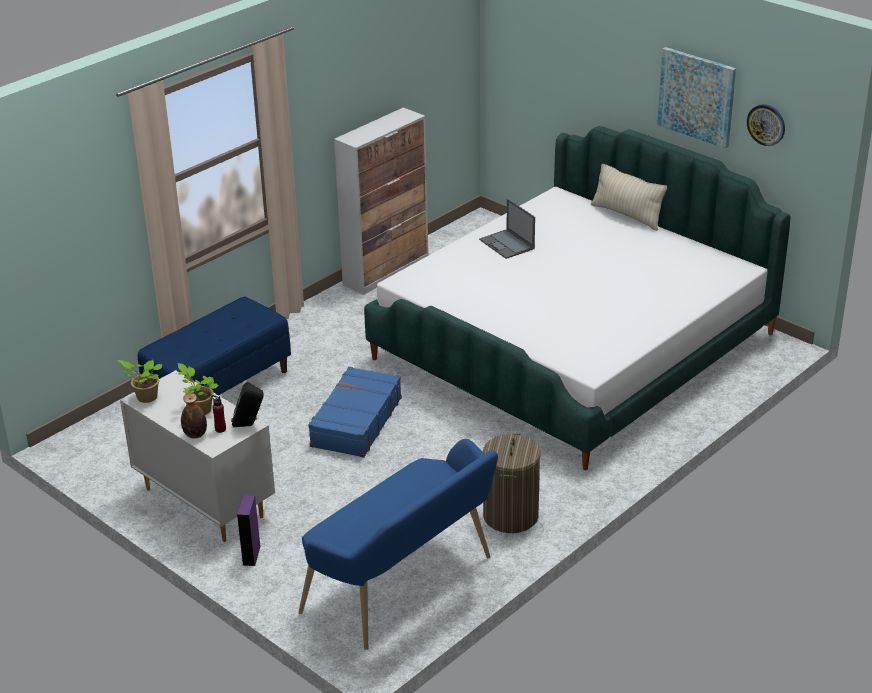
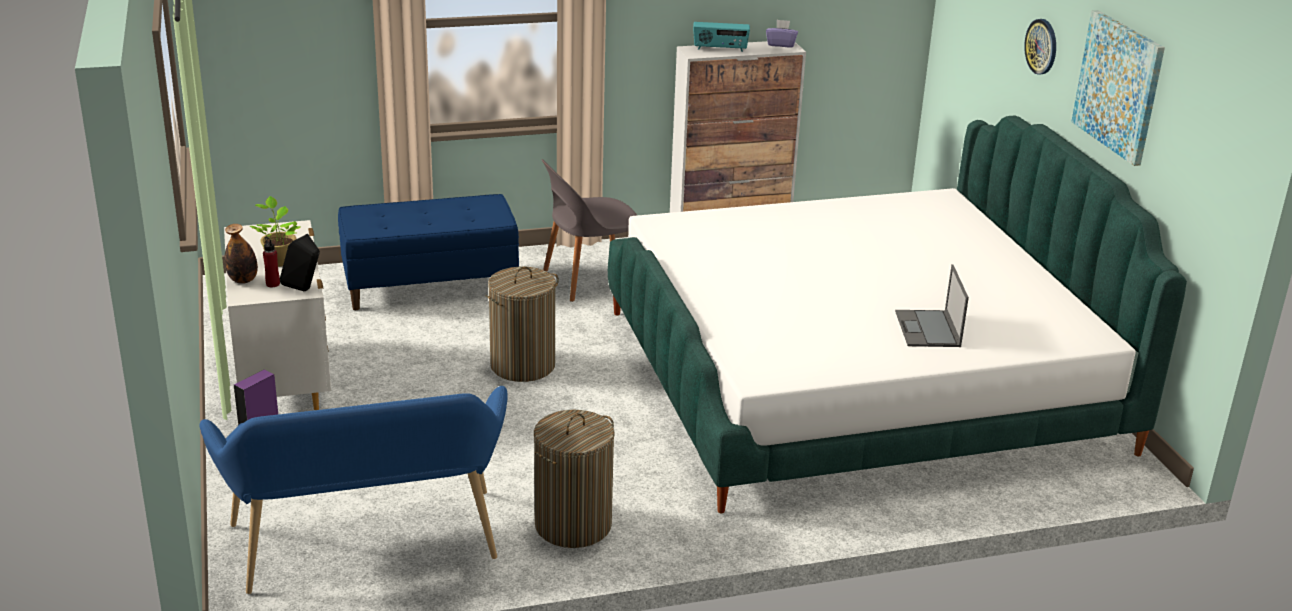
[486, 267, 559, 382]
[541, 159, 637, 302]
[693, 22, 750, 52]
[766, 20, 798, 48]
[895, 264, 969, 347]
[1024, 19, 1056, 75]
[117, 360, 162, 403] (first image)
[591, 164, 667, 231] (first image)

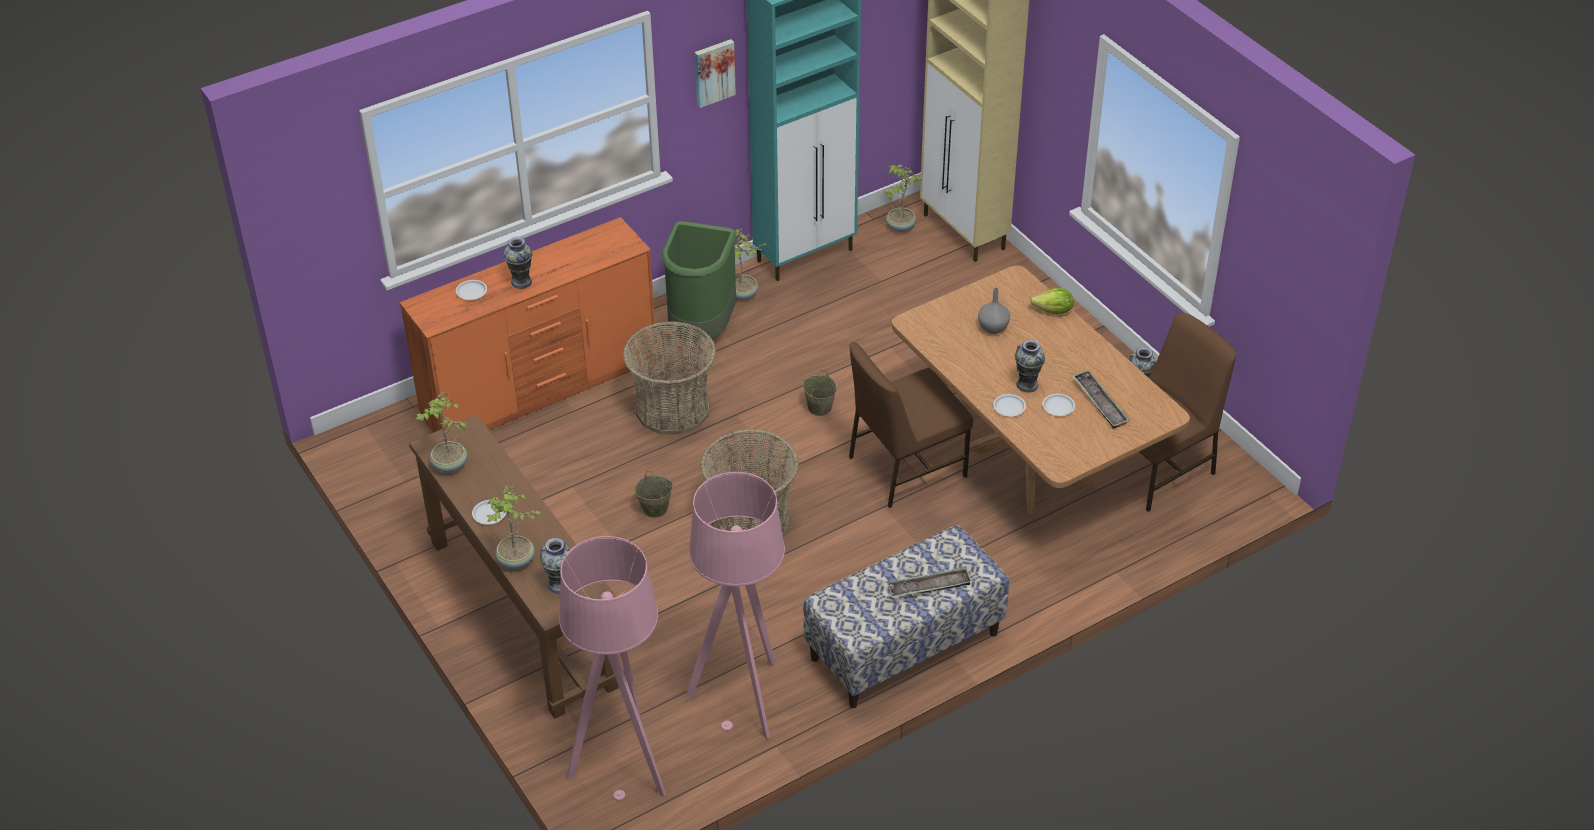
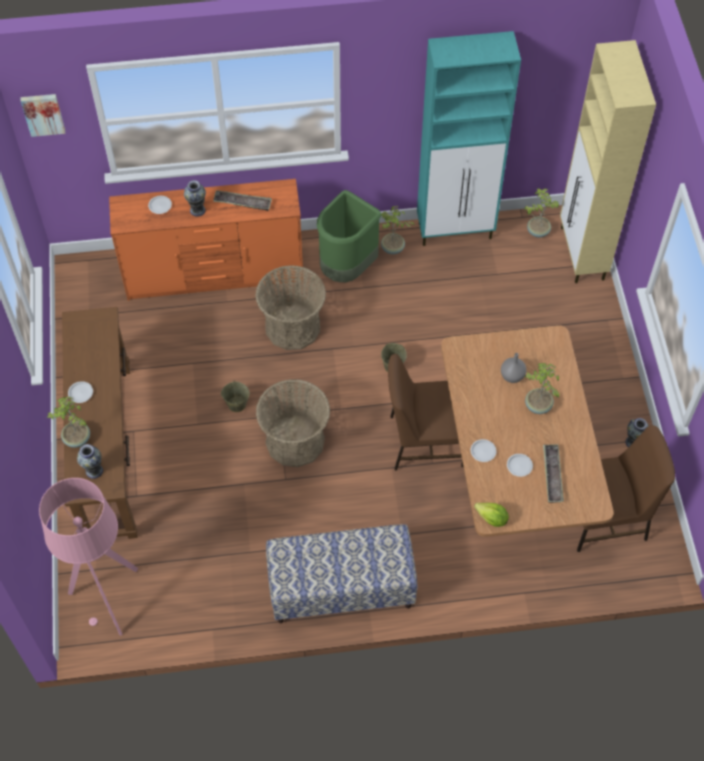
[20, 94, 65, 137]
[213, 190, 272, 211]
[474, 503, 509, 527]
[524, 363, 559, 414]
[686, 472, 785, 738] (first image)
[1015, 339, 1045, 392] (first image)

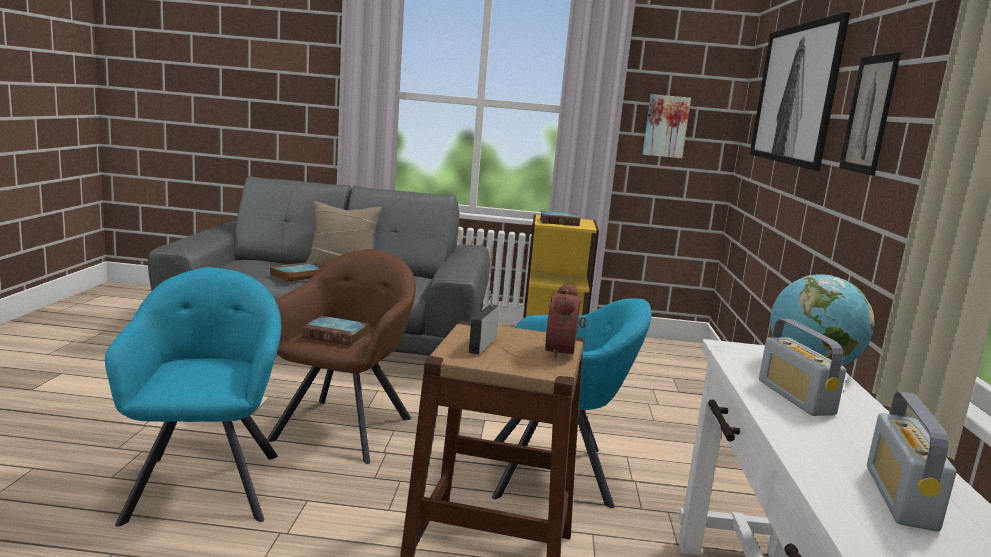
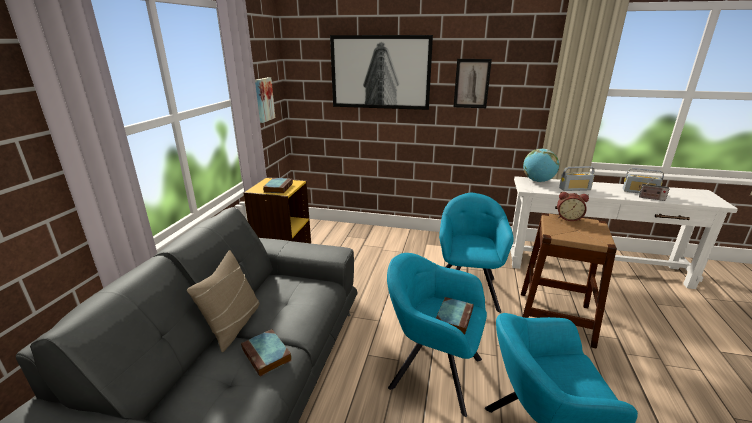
[387, 253, 487, 417]
[639, 179, 670, 201]

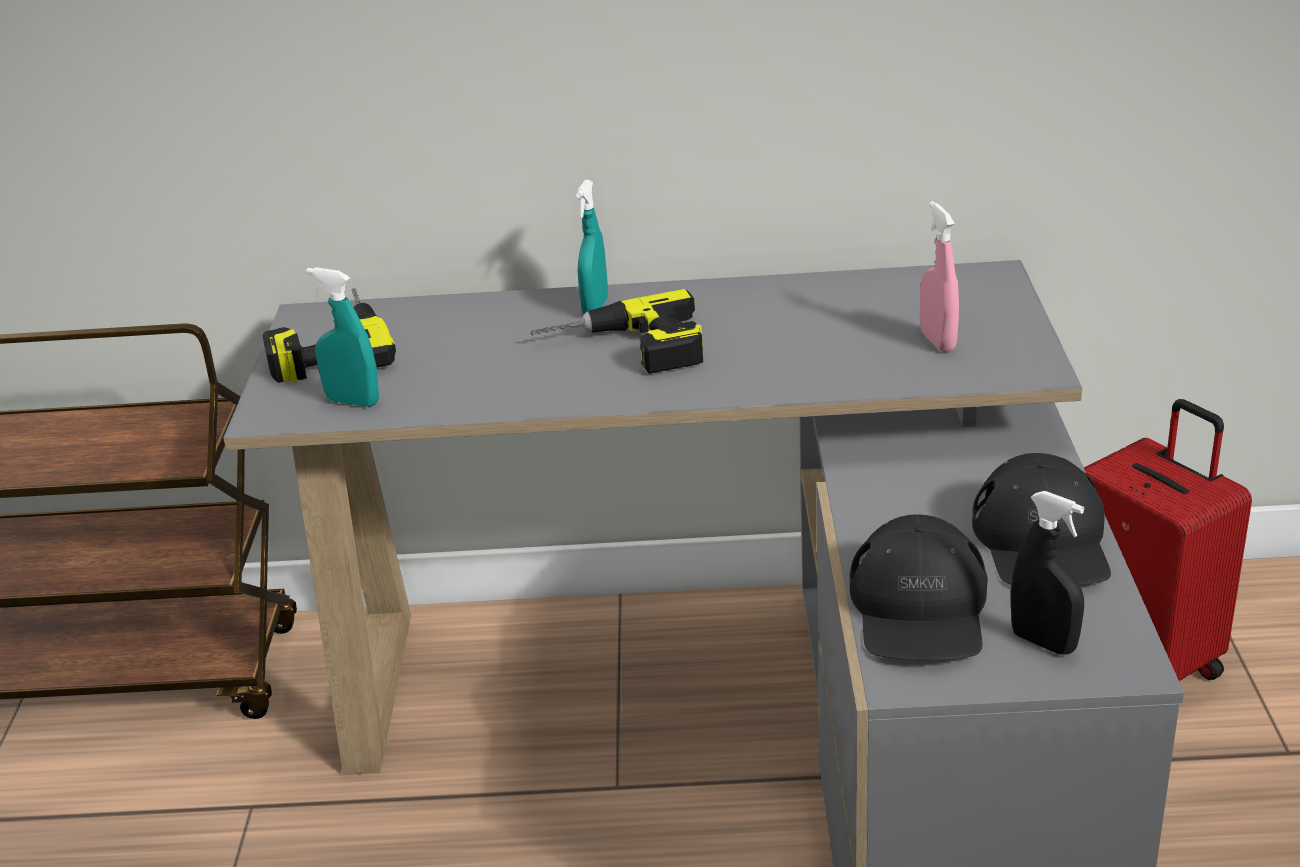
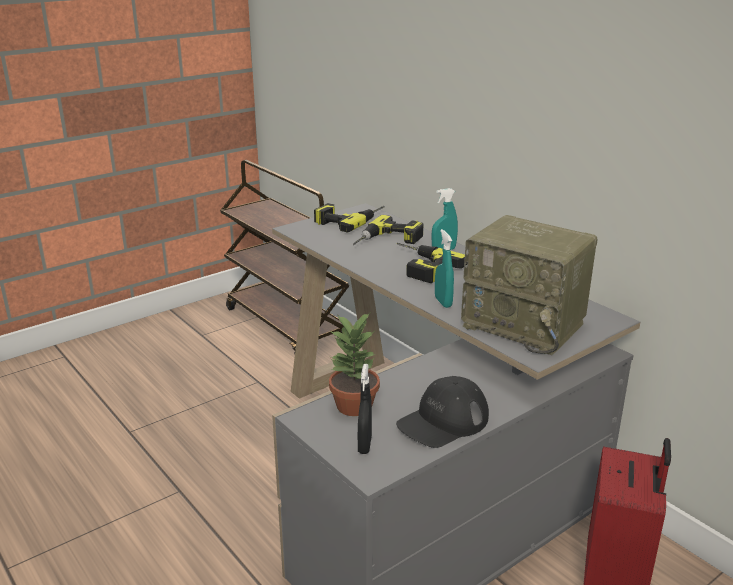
[329, 313, 380, 416]
[353, 215, 423, 245]
[435, 229, 454, 308]
[461, 215, 597, 355]

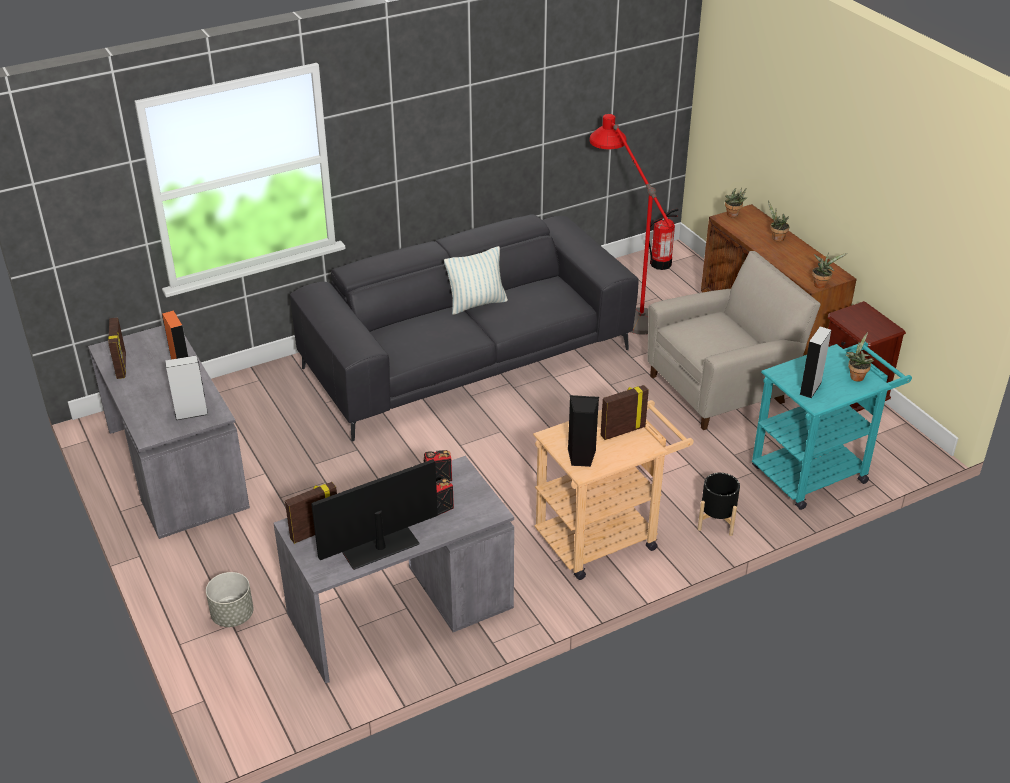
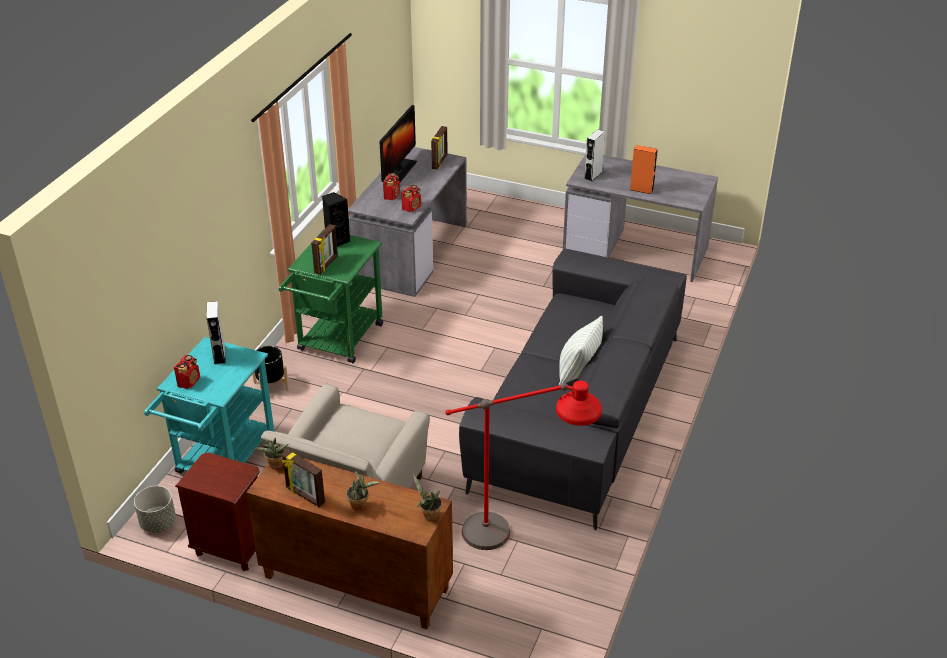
[134, 486, 176, 533]
[174, 355, 200, 389]
[279, 229, 383, 363]
[281, 450, 325, 507]
[649, 209, 679, 270] (first image)

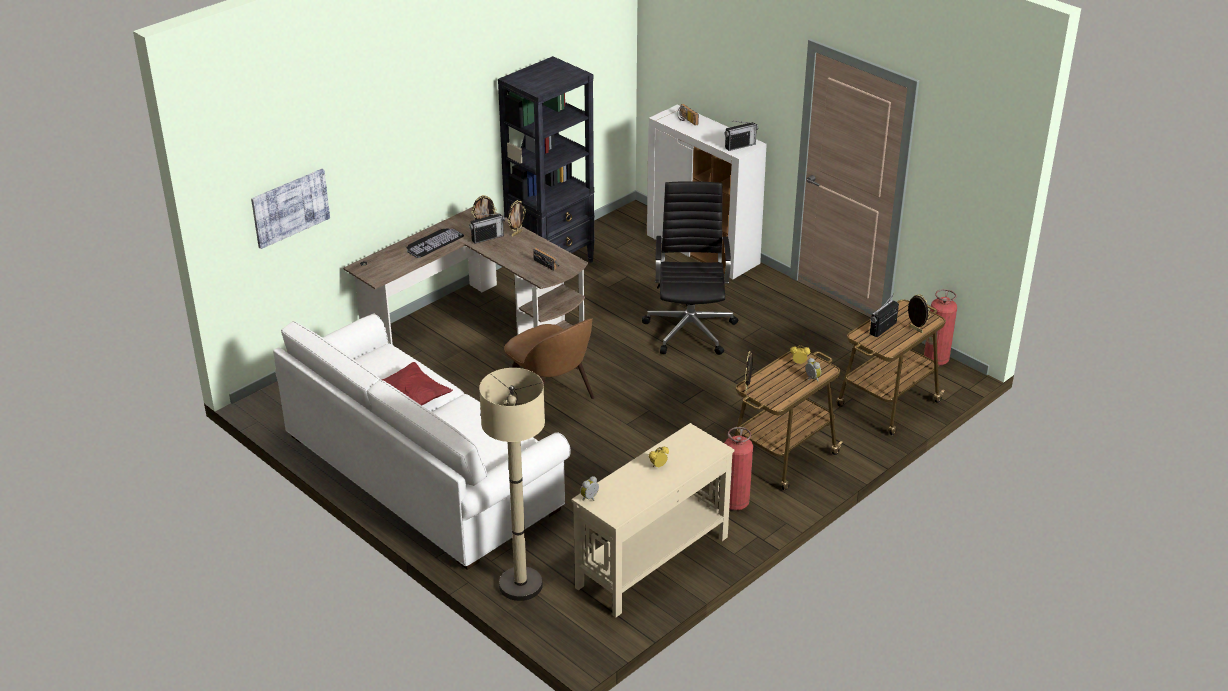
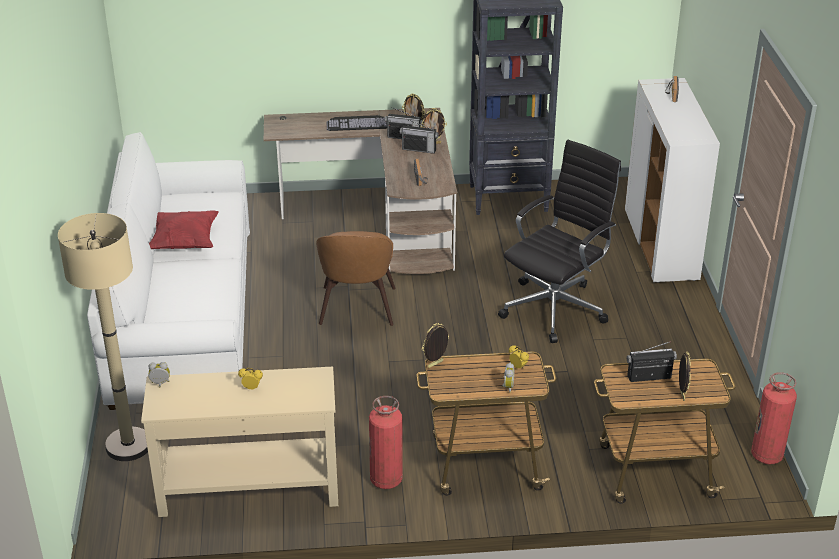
[400, 119, 439, 154]
[251, 169, 330, 249] (first image)

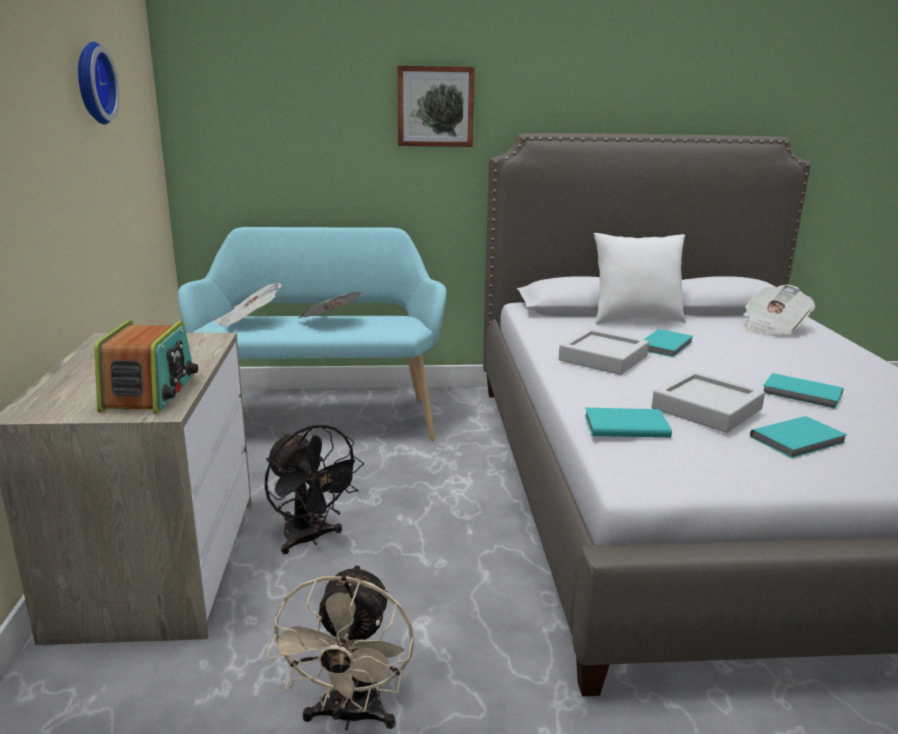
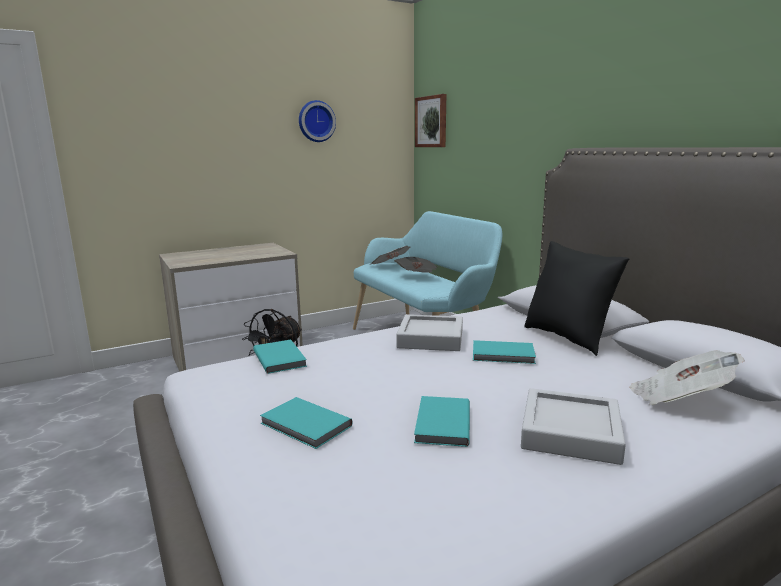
[415, 94, 446, 147]
[521, 388, 626, 465]
[524, 241, 629, 356]
[94, 320, 198, 414] (first image)
[266, 564, 414, 730] (first image)

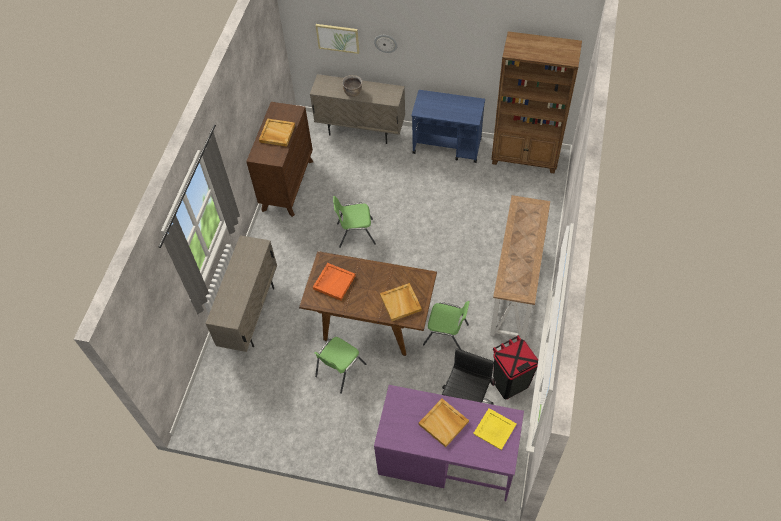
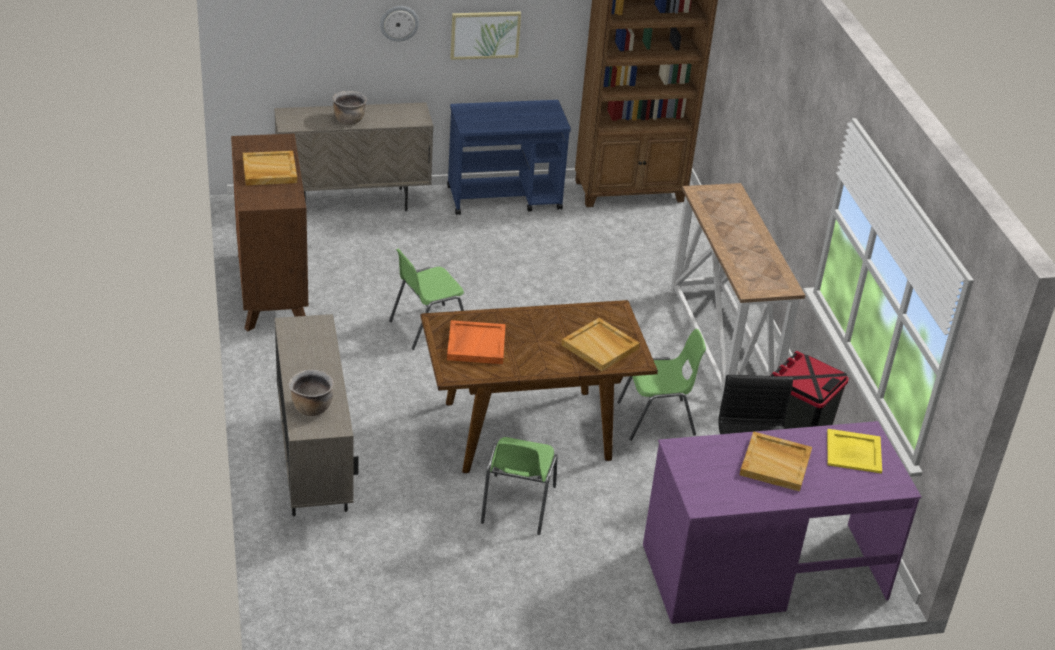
[289, 370, 334, 416]
[450, 12, 521, 60]

